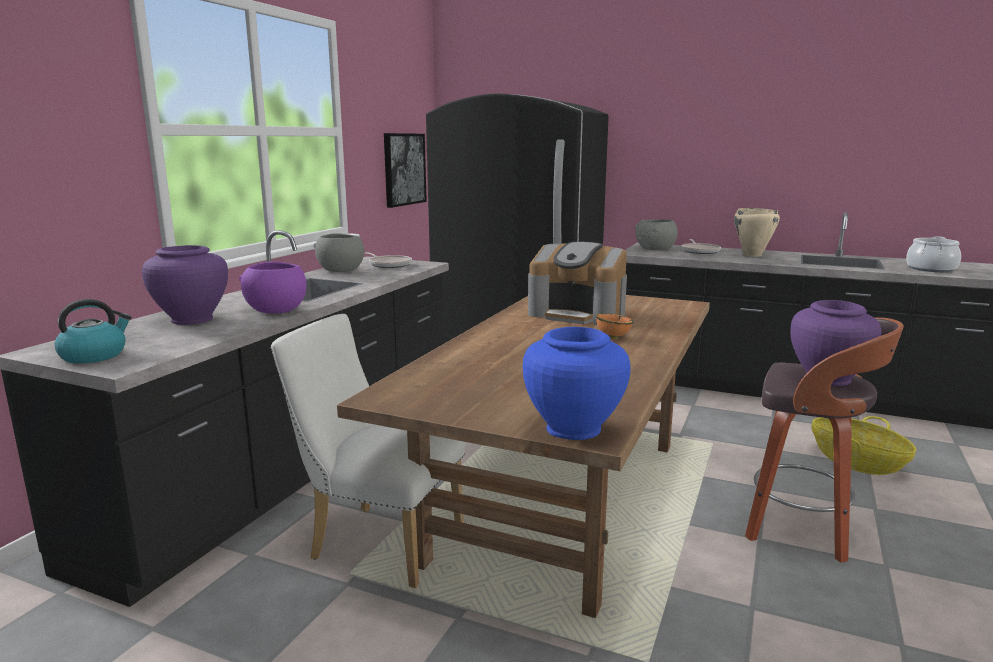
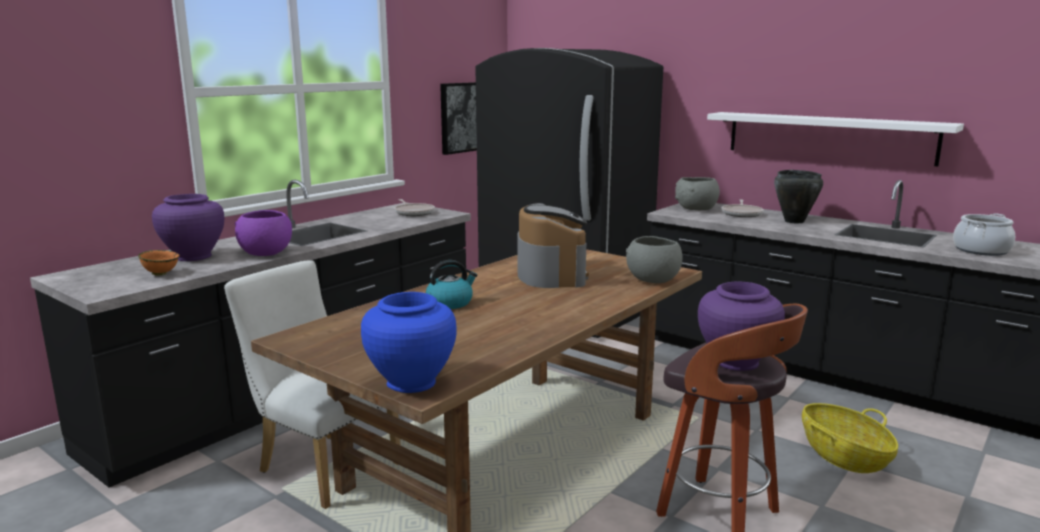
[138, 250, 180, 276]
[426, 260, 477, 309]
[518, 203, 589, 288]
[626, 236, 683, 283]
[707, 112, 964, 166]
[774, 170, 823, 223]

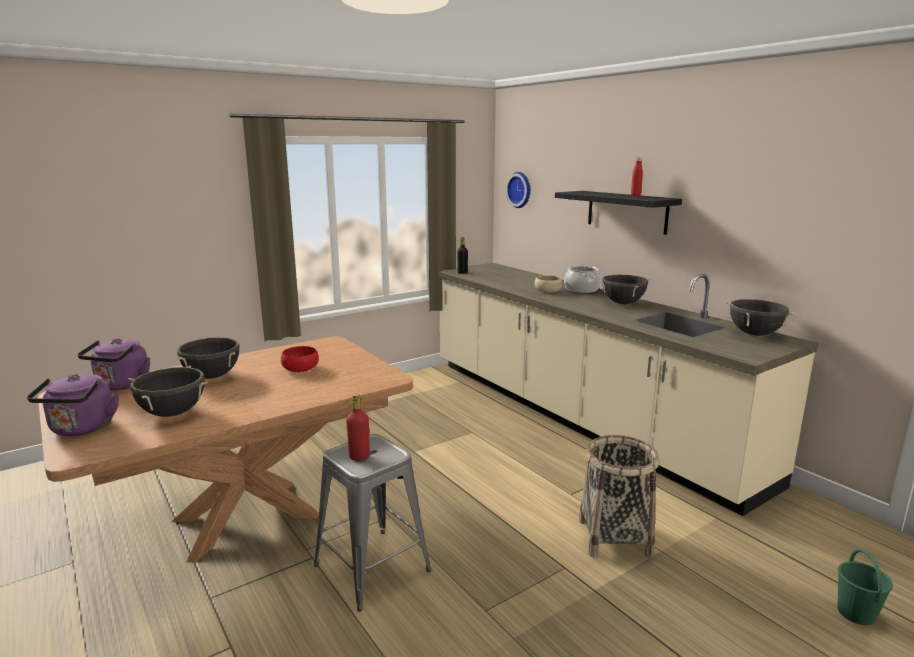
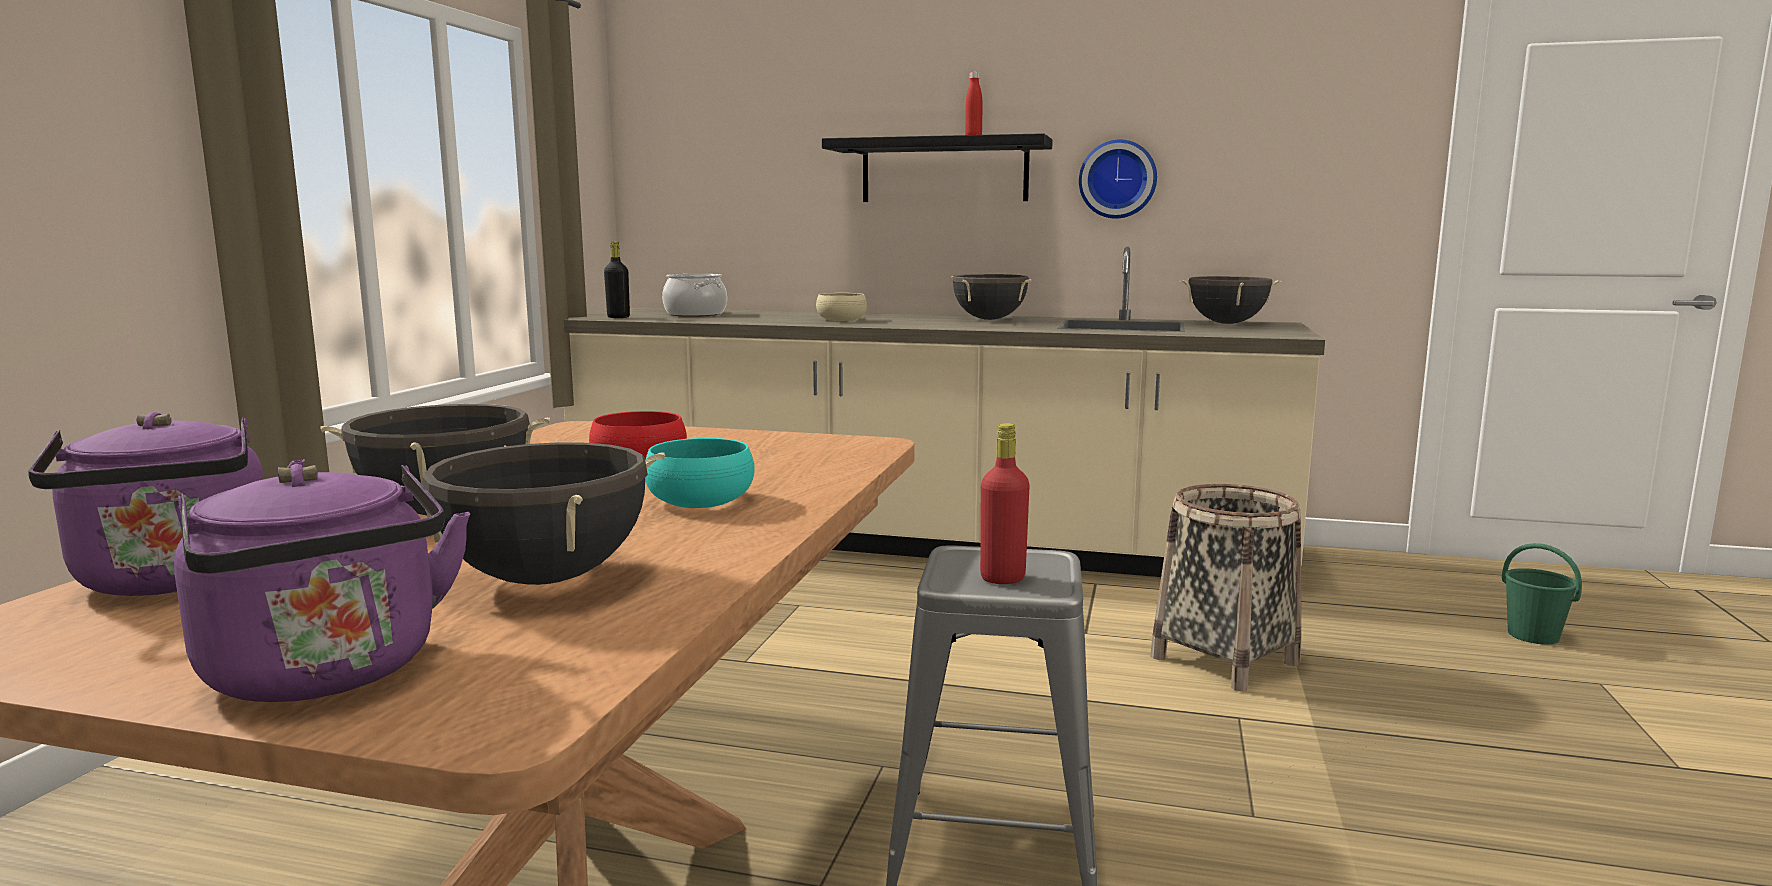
[645, 438, 755, 508]
[662, 274, 727, 316]
[1079, 139, 1157, 219]

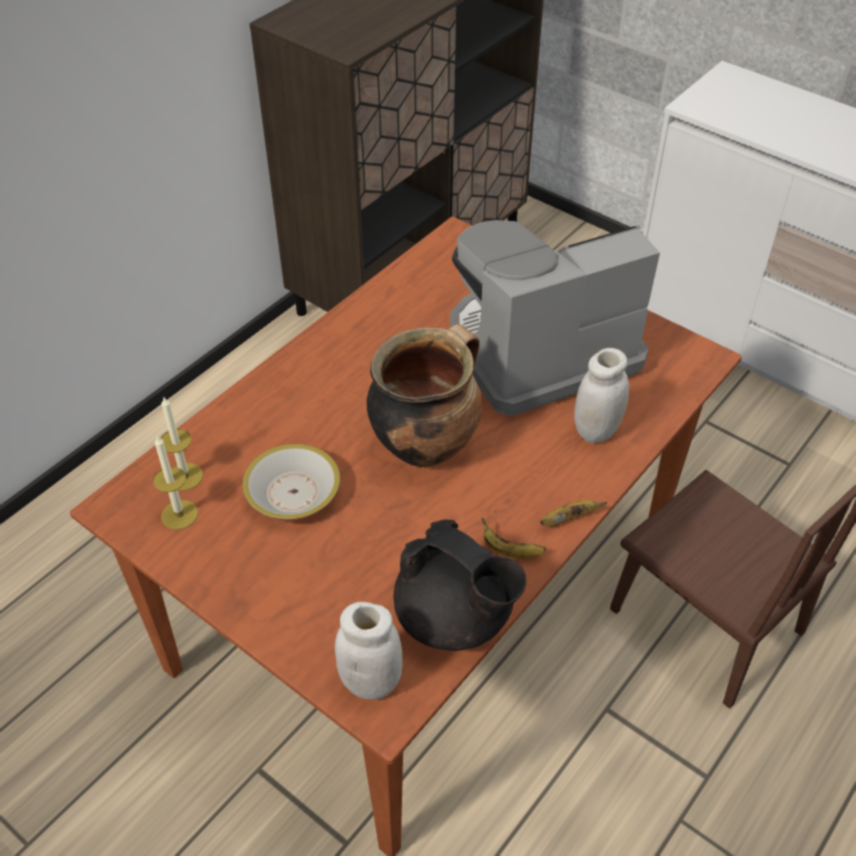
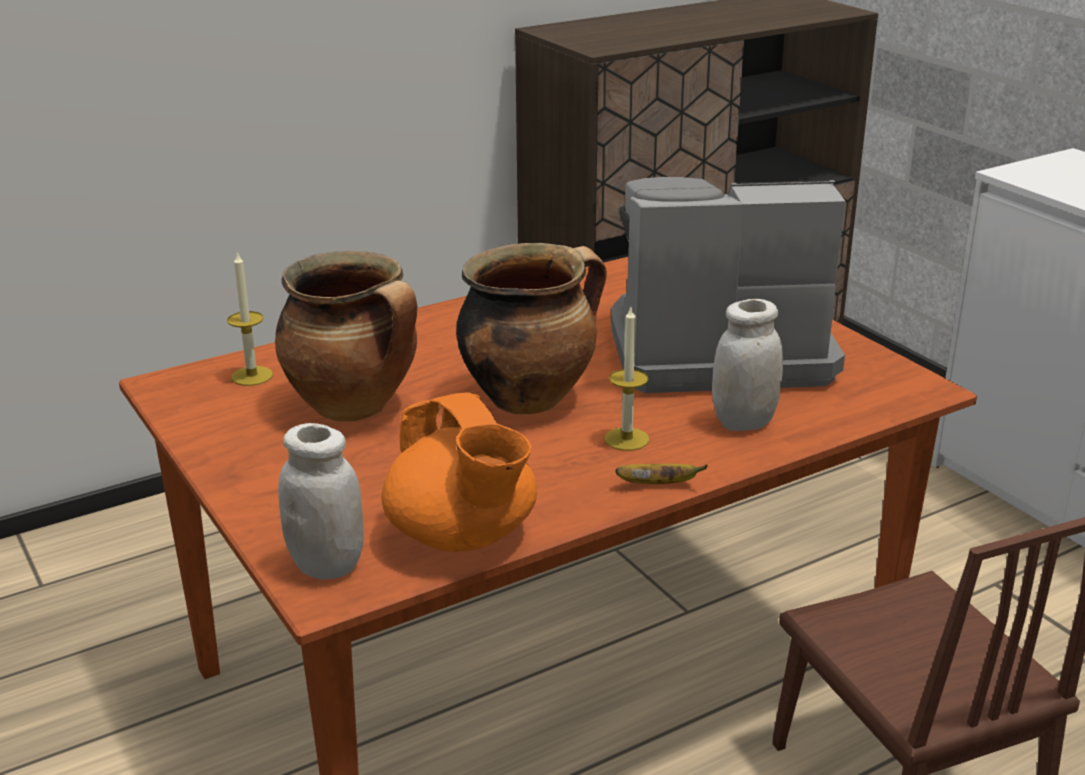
[275, 251, 417, 422]
[381, 392, 537, 552]
[605, 307, 649, 451]
[481, 517, 546, 558] (first image)

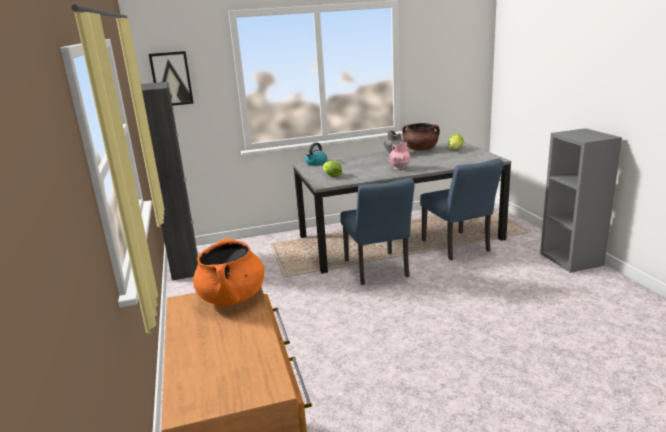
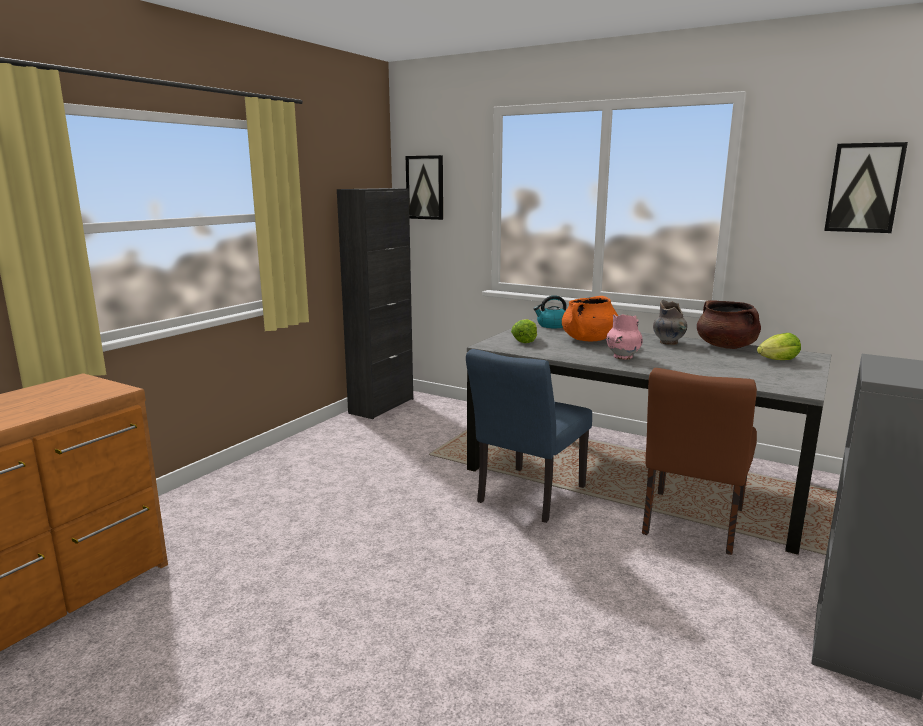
[562, 296, 618, 341]
[642, 368, 757, 555]
[824, 142, 908, 233]

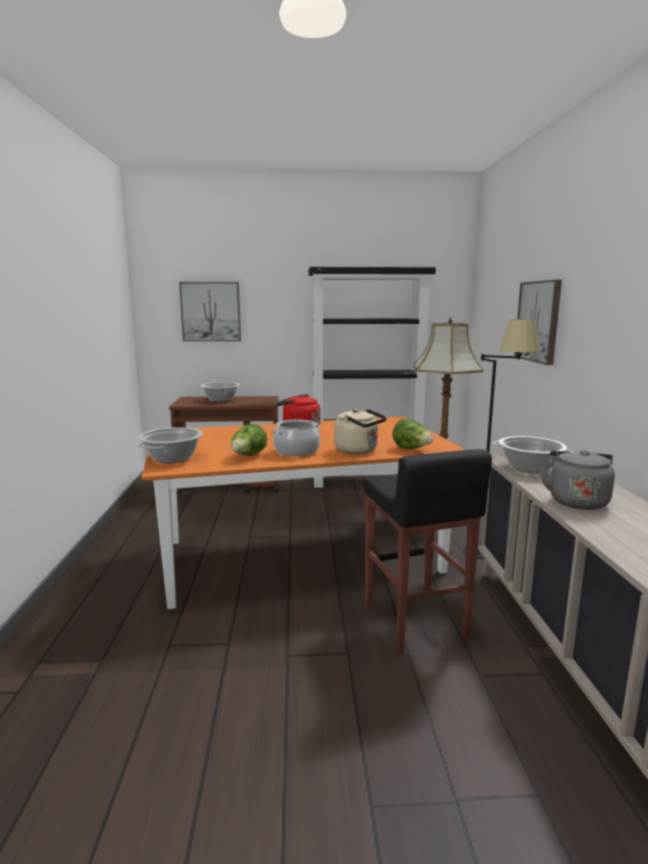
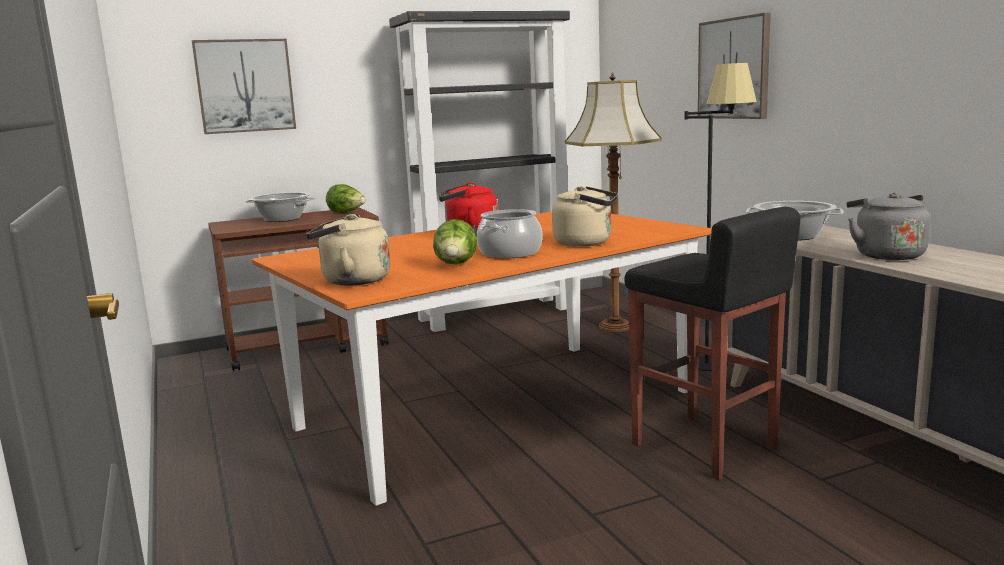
[306, 214, 390, 286]
[326, 184, 366, 214]

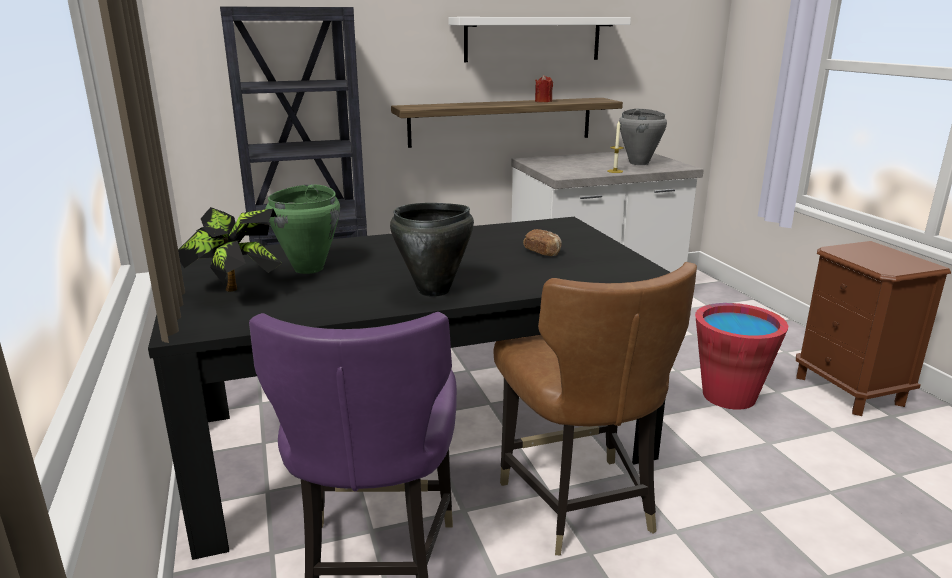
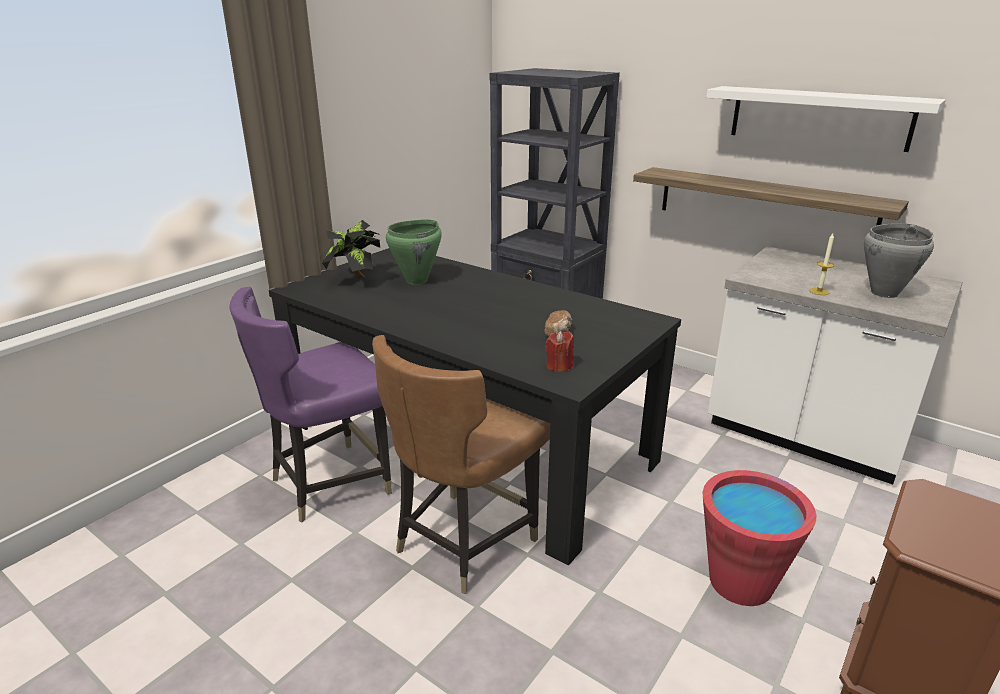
[545, 331, 574, 372]
[390, 203, 474, 297] (first image)

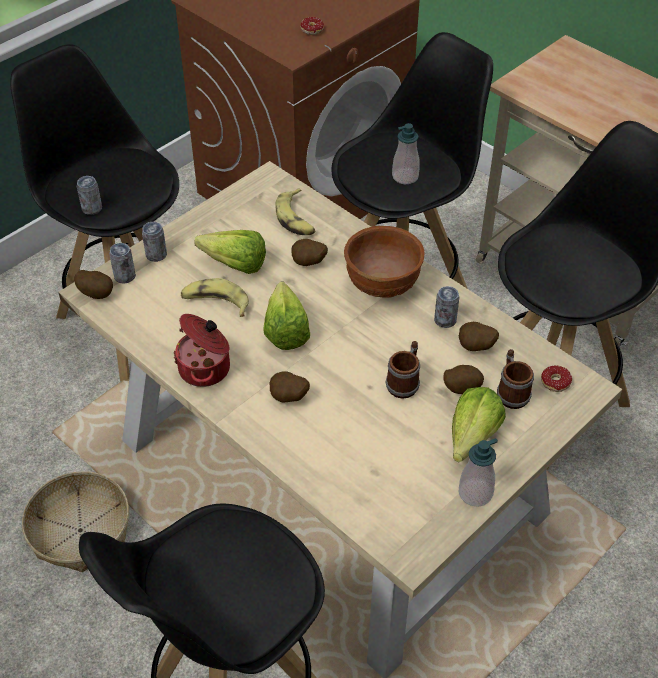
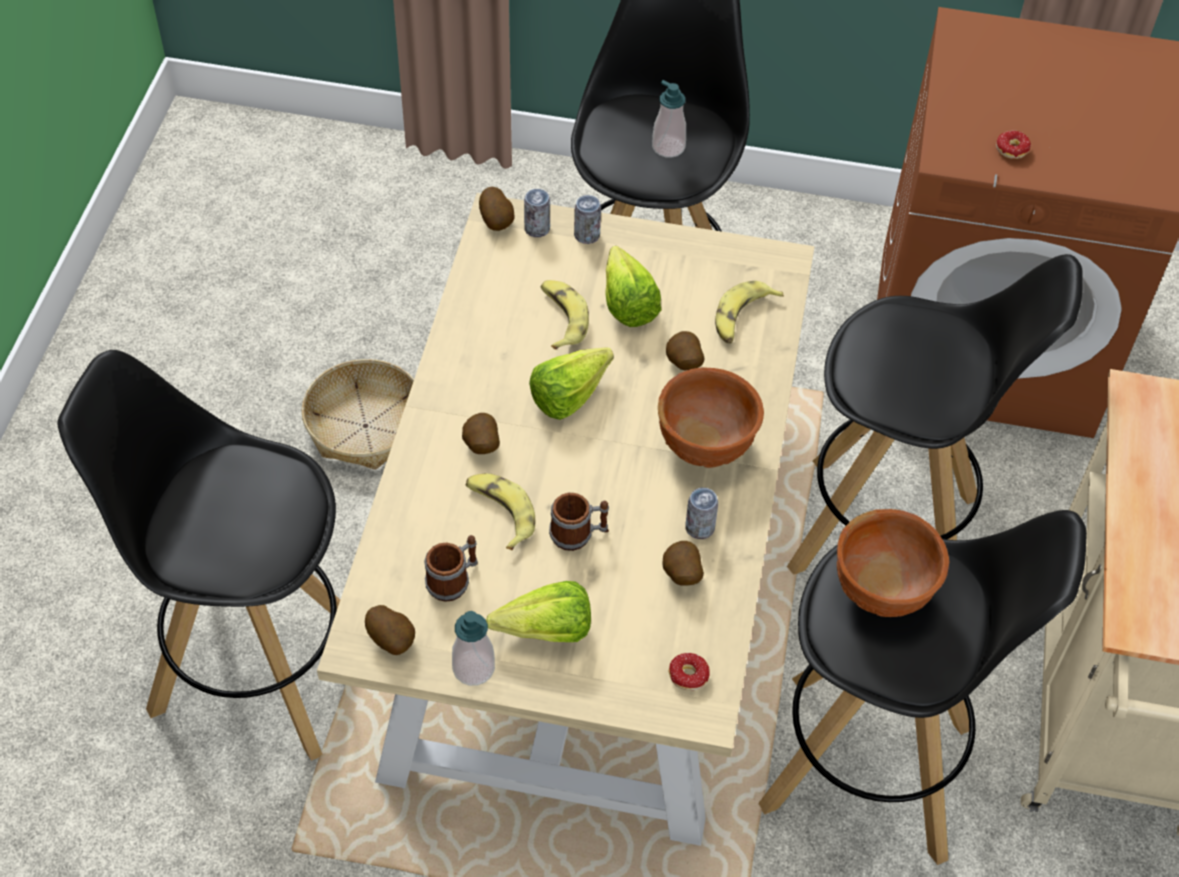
[365, 605, 415, 655]
[425, 535, 478, 602]
[466, 473, 535, 550]
[652, 80, 686, 158]
[837, 509, 949, 617]
[77, 176, 102, 215] (first image)
[173, 314, 230, 387] (first image)

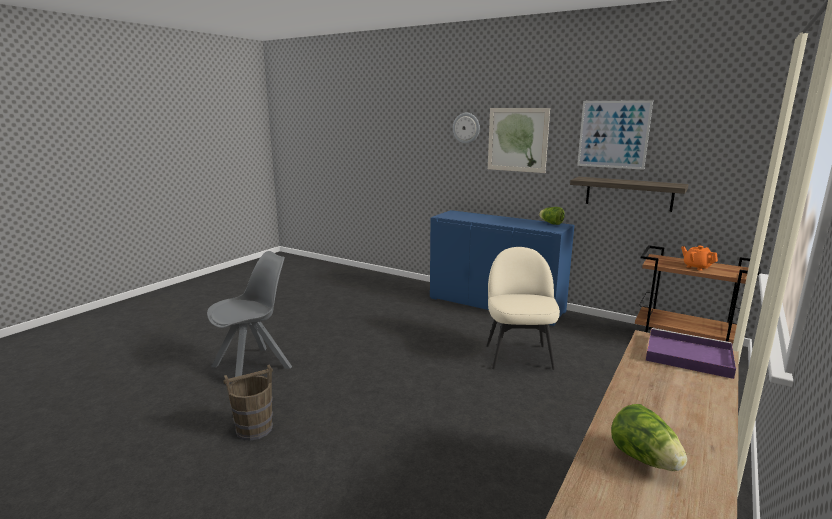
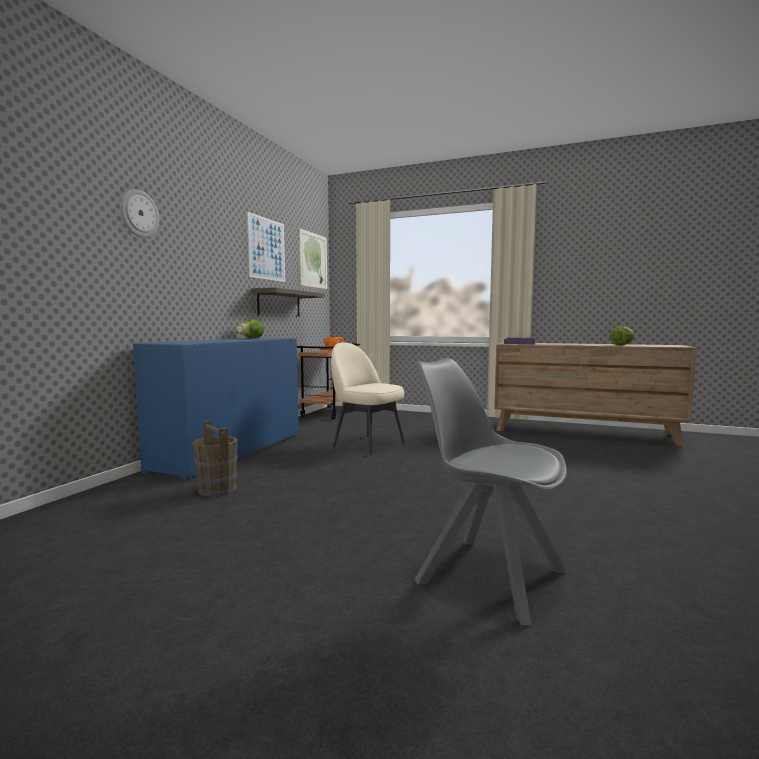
[192, 421, 238, 497]
[299, 228, 327, 289]
[331, 342, 405, 456]

